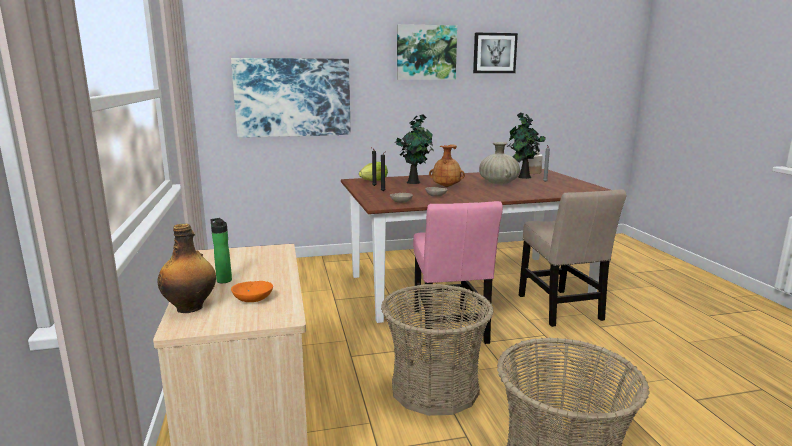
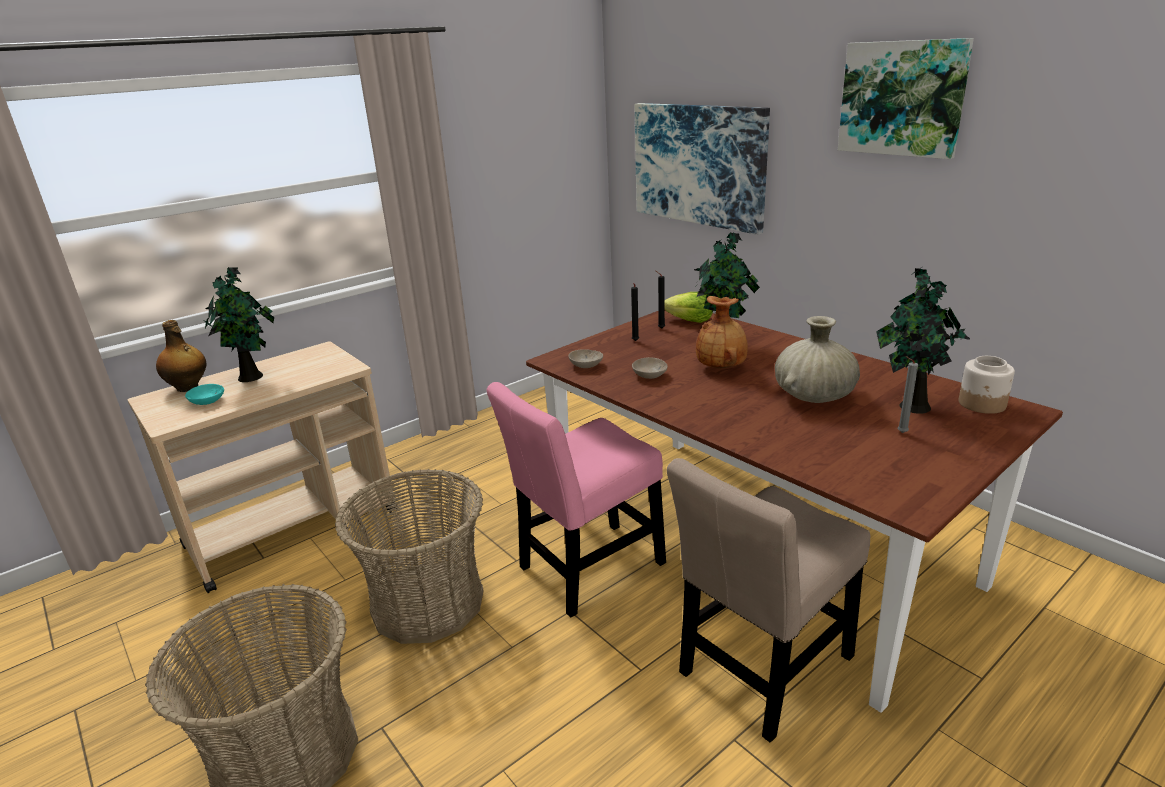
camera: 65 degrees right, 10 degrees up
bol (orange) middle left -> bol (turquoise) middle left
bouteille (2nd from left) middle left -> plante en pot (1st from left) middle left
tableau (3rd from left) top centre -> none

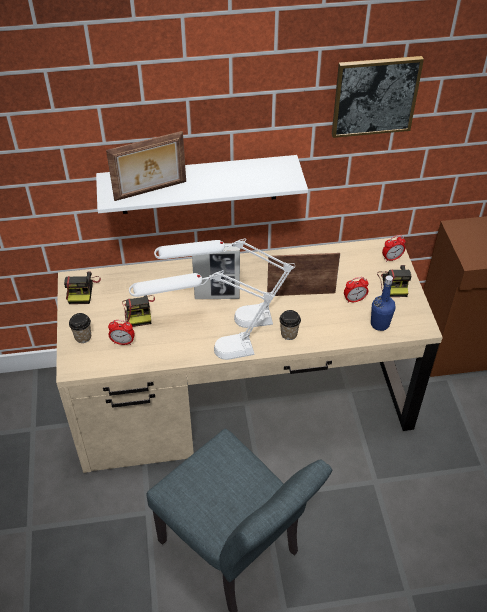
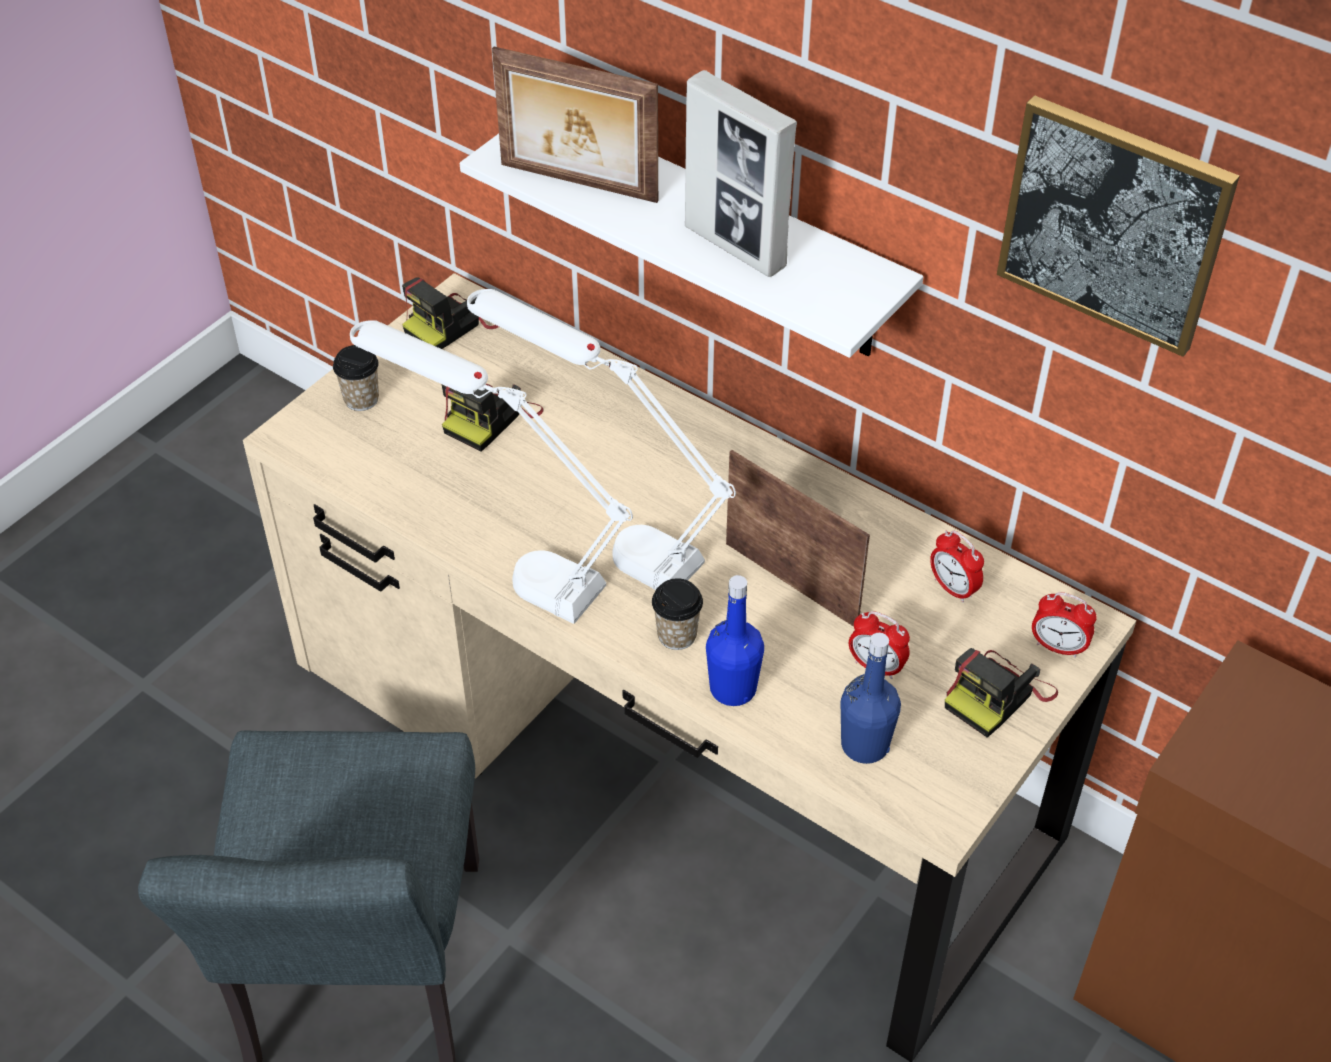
camera: 45 degrees right, 0 degrees up
cadre photo (2nd from left) centre -> cadre photo (2nd from left) top centre, moved
none -> bouteille (bleu) (1st from left) centre
réveil (1st from left in the first image) middle left -> réveil (2nd from left) middle right, moved

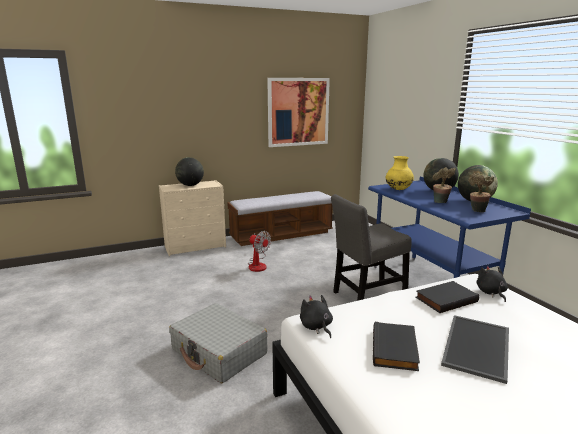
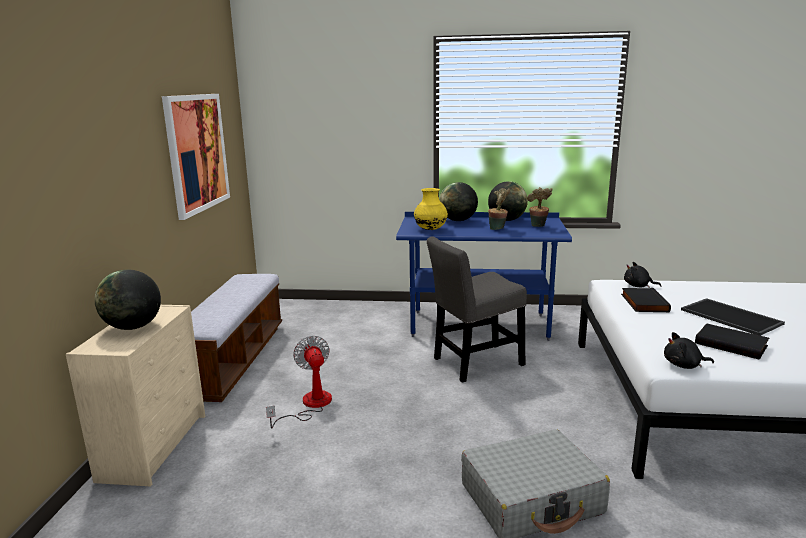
camera: 60 degrees left, 0 degrees up
ventilateur centre -> ventilateur bottom centre, 90 degrees counterclockwise
chaise (gris) centre, 60 degrees clockwise

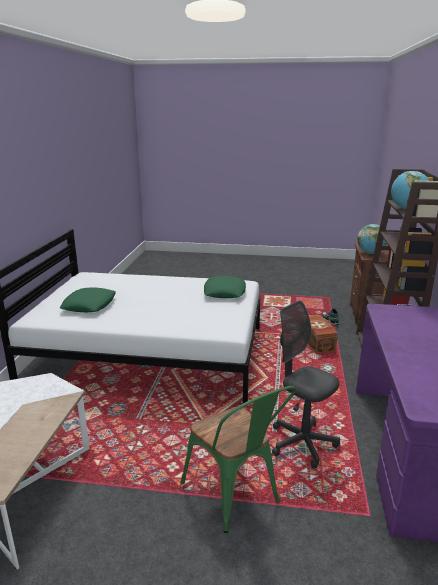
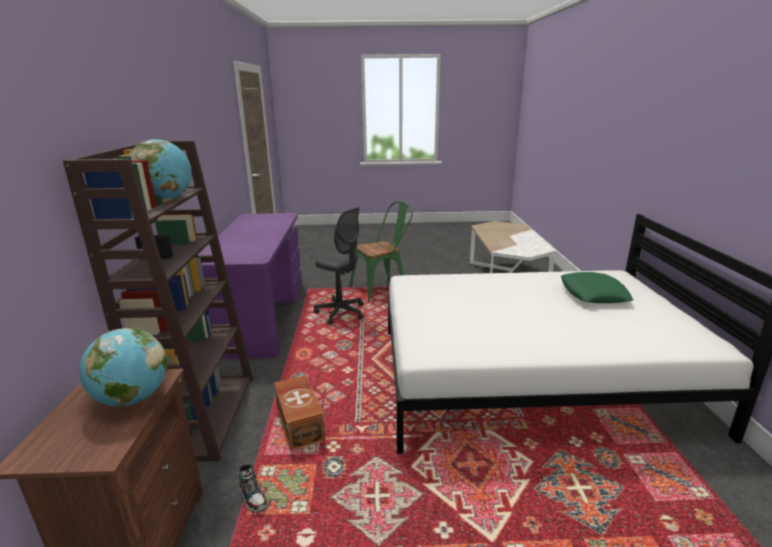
camera: 170 degrees right, 0 degrees up
chaise (vert) bottom centre -> chaise (vert) centre, 105 degrees clockwise
coussin (vert) (2nd from left) centre -> none

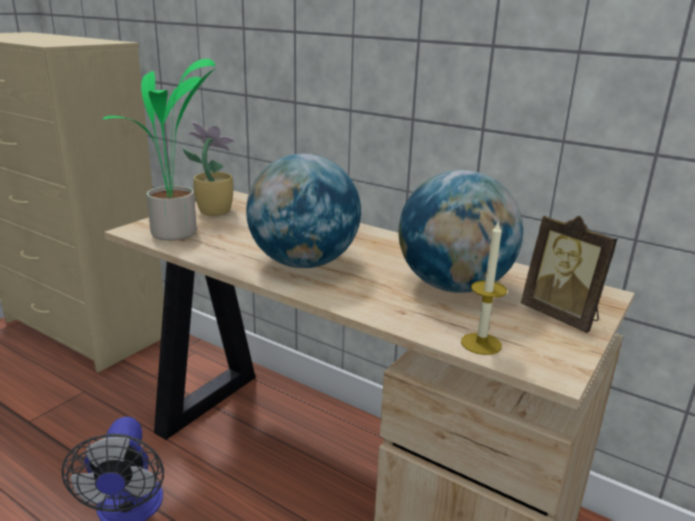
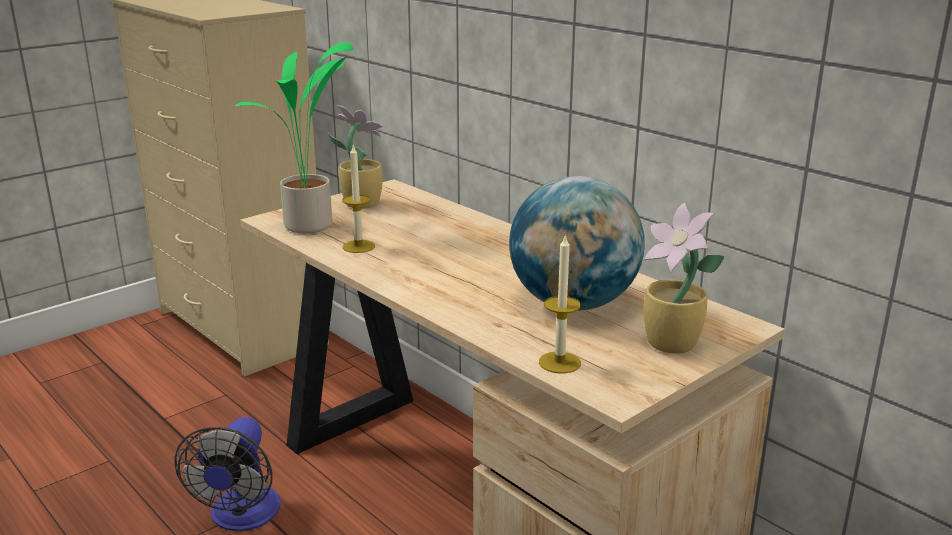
camera: 15 degrees right, 0 degrees up
none -> bougie (1st from left) centre
cadre photo middle right -> plante en pot (3rd from left) middle right
globe (1st from left) centre -> none

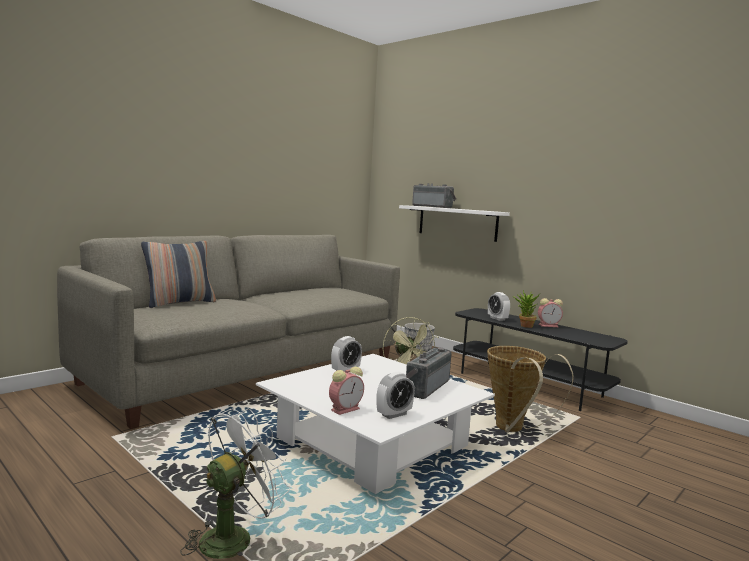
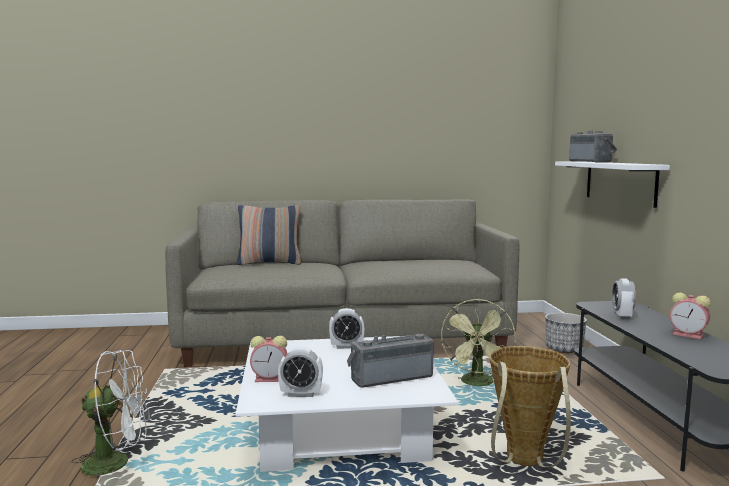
camera: 40 degrees right, 0 degrees up
plante en pot middle right -> none

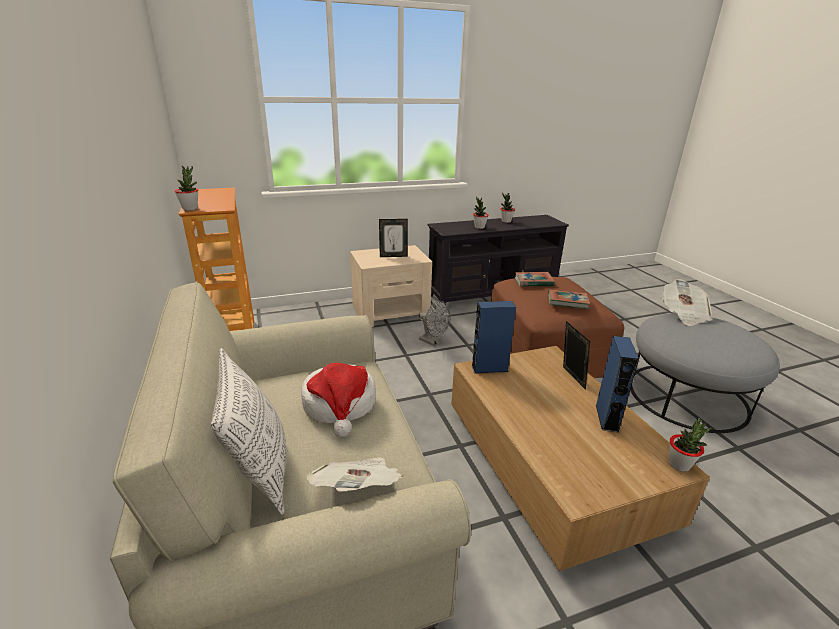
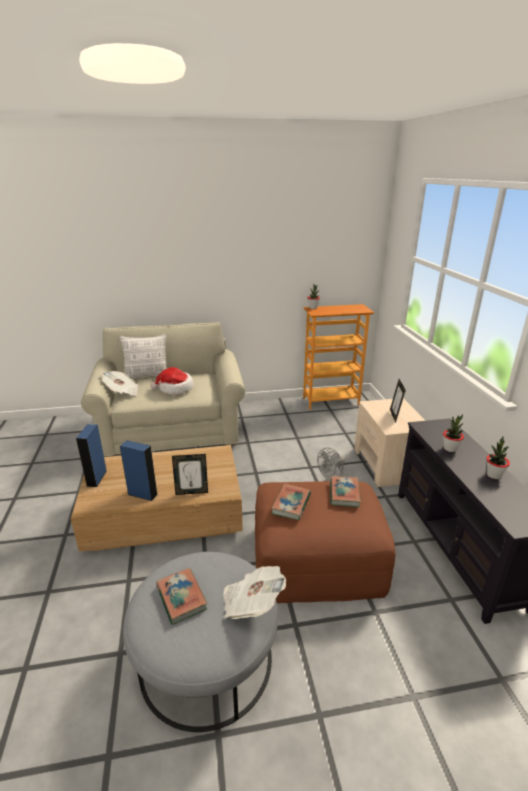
camera: 100 degrees right, 0 degrees up
enceinte (bleu) (1st from left) centre -> enceinte (bleu) (1st from left) middle left, moved
none -> livre (1st from left) bottom centre
plante en pot (4th from left) bottom right -> none

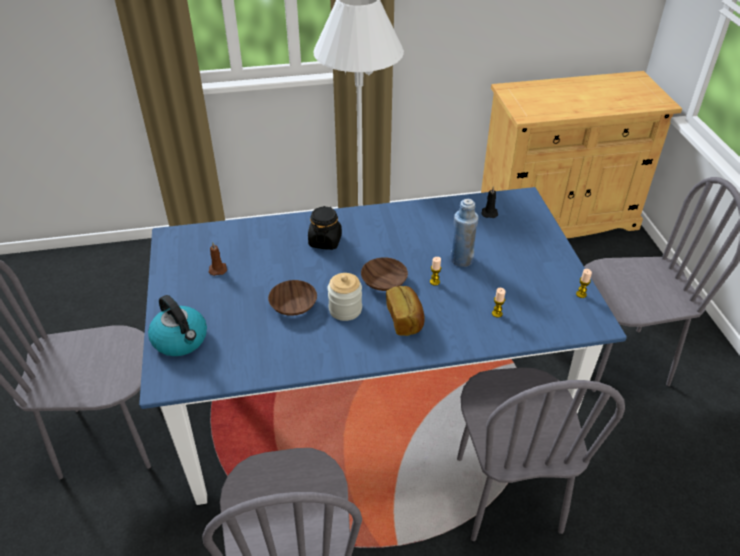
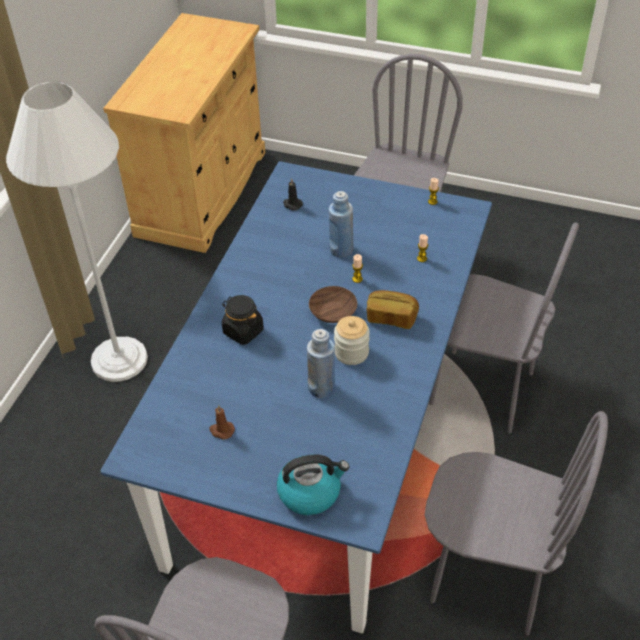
camera: 60 degrees left, 5 degrees up
bol (marron) (1st from left) centre -> bouteille (bleu) (1st from left) centre

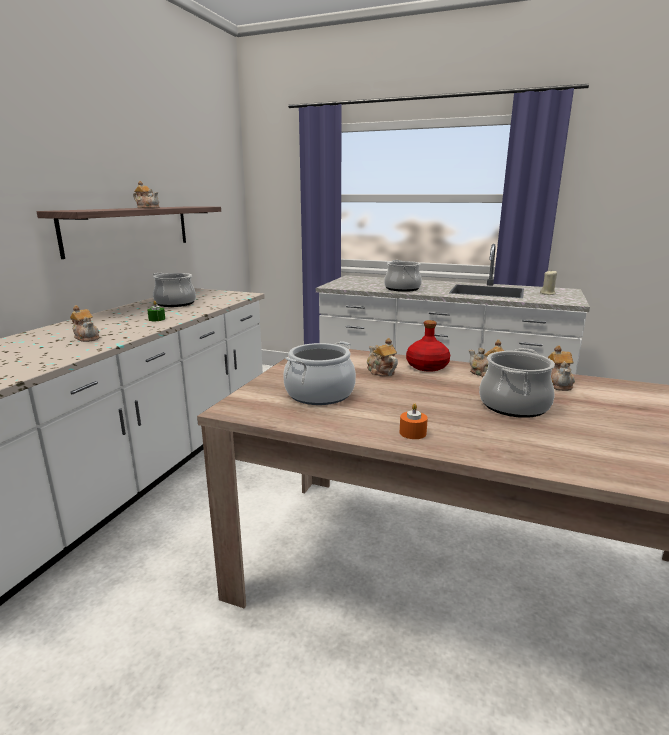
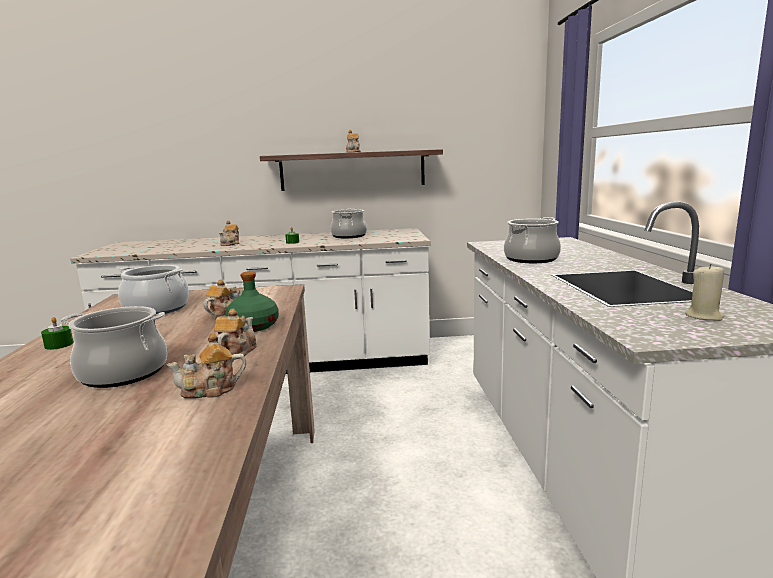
camera: 65 degrees right, 5 degrees down
bougie (orange) centre -> bougie (vert) (1st from left) middle left
bouteille (rouge) centre -> bouteille (vert) middle left

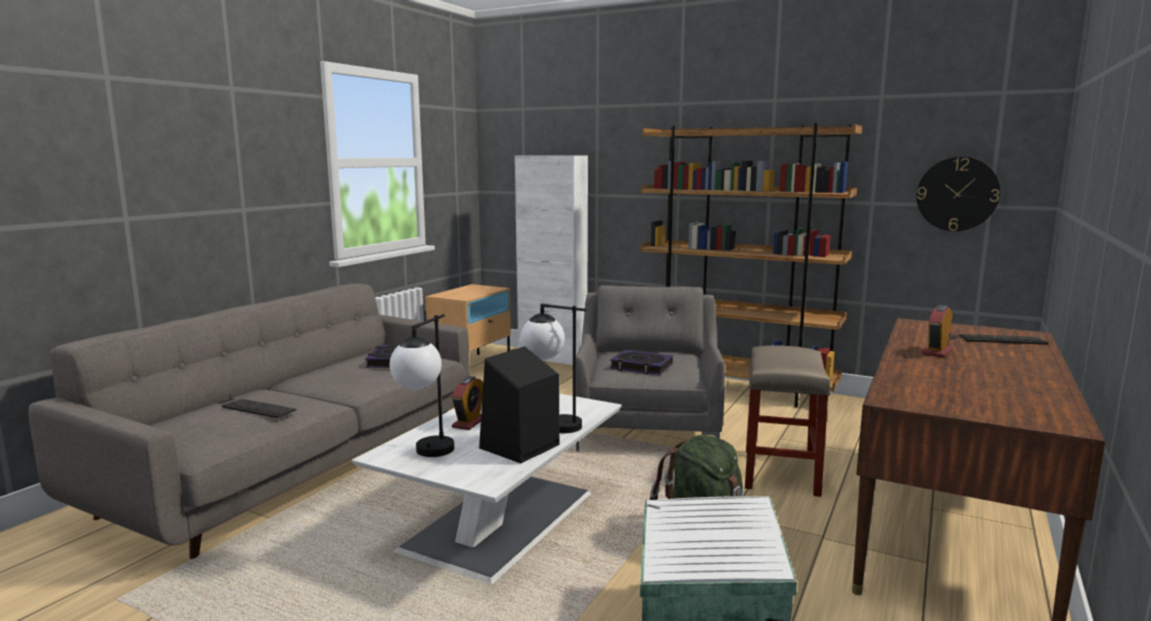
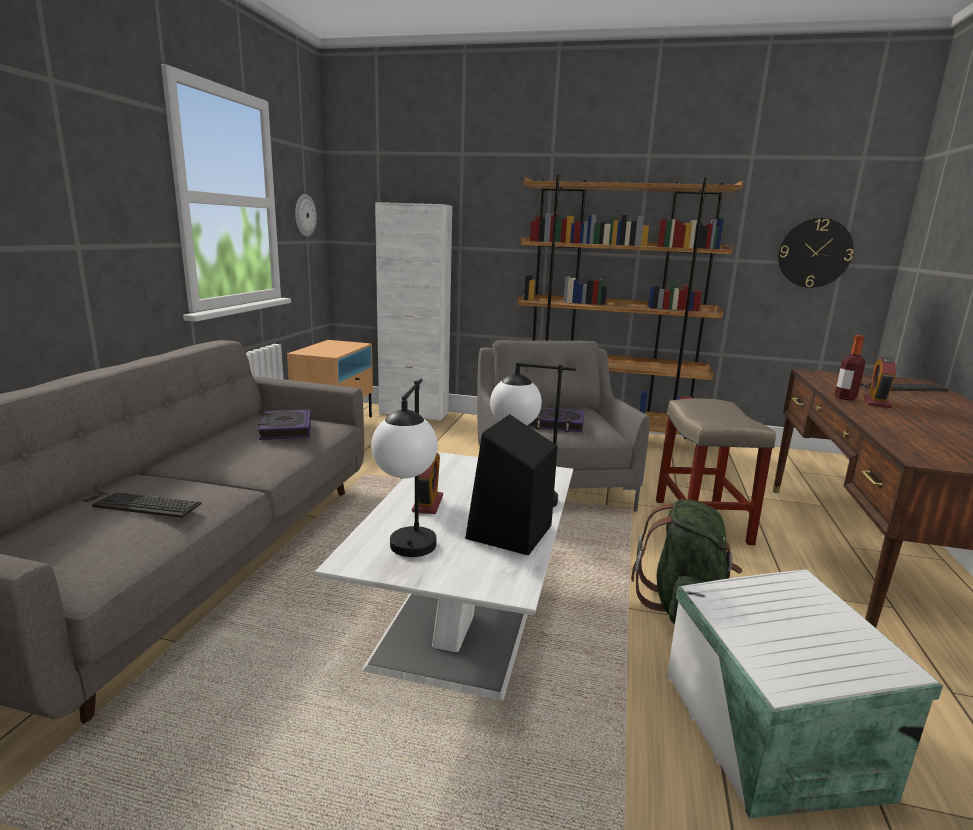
camera: 15 degrees left, 5 degrees up
none -> horloge murale (1st from left) top left
none -> bouteille middle right

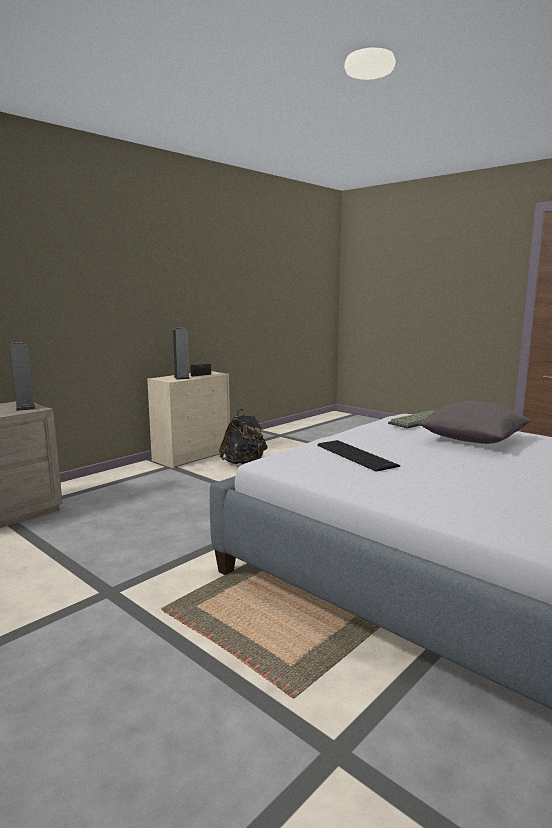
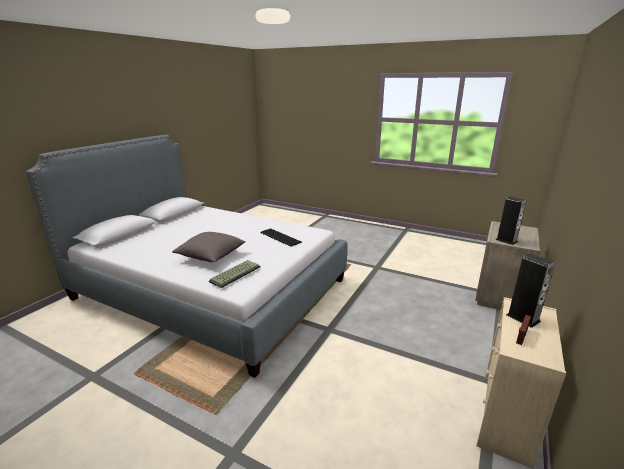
camera: 165 degrees right, 10 degrees up
sac à dos (noir) centre -> none

